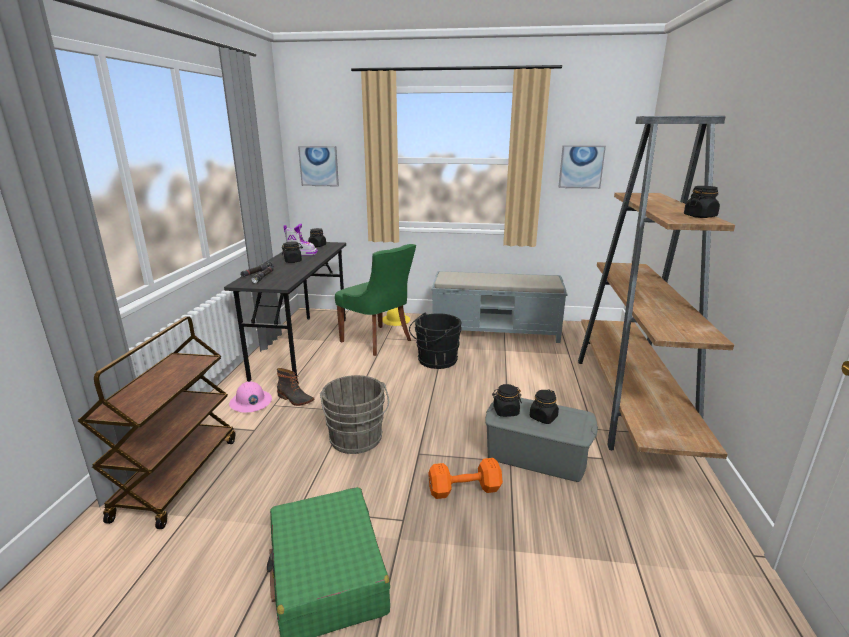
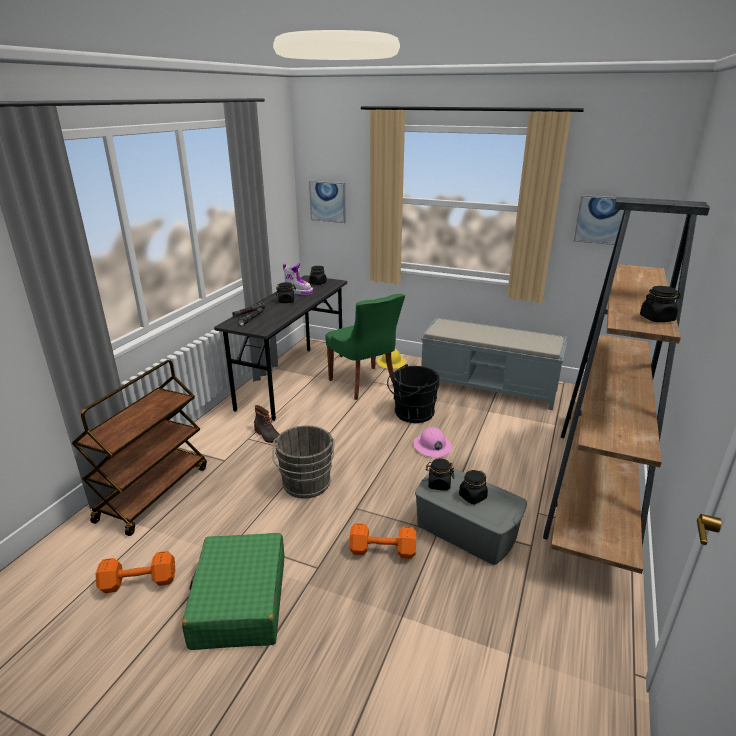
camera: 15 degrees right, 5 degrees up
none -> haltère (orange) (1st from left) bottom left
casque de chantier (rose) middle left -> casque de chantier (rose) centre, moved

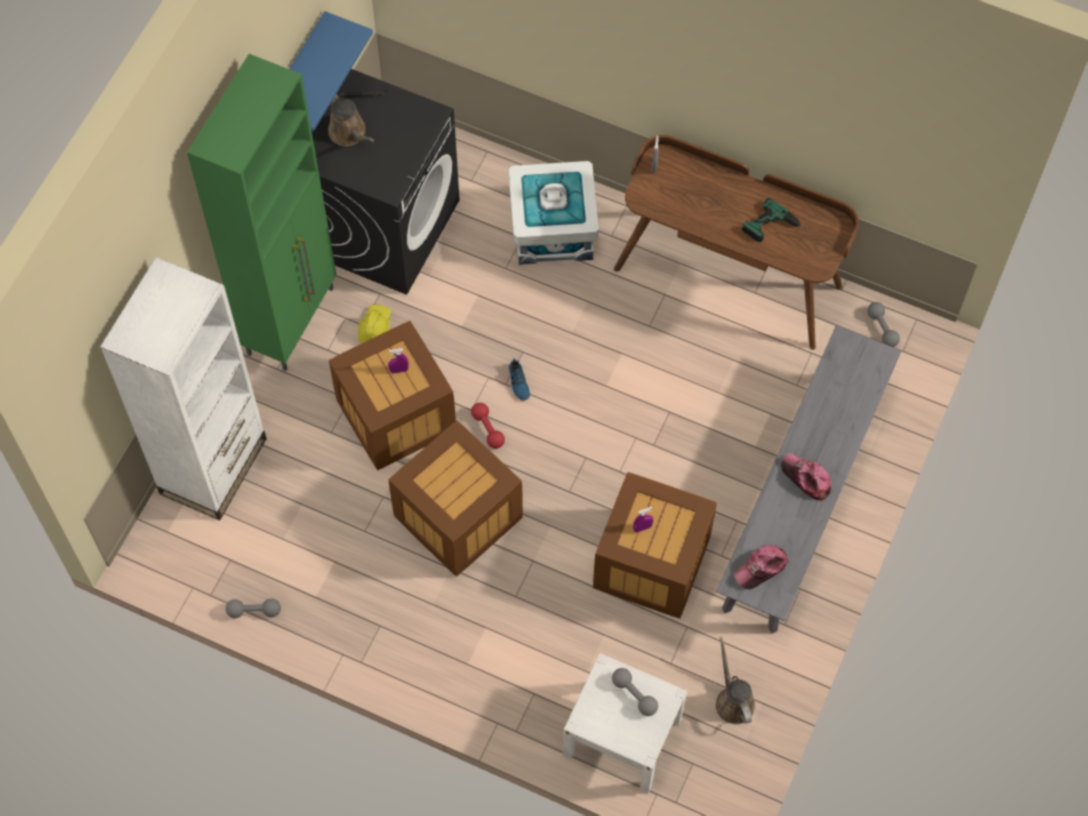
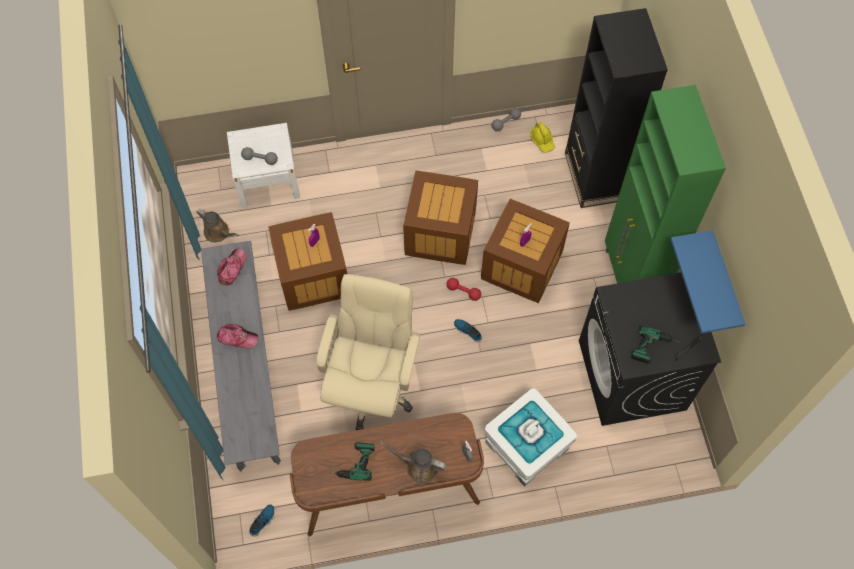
camera: 145 degrees right, 0 degrees up
haltère (gris) (3rd from left) middle right -> chaussure (1st from left) bottom left
none -> chaise de bureau (beige) centre
arrosoir (marron) (1st from left in the first image) top left -> arrosoir (marron) (2nd from left) bottom centre, moved
casque de chantier (jaune) centre -> casque de chantier (jaune) top centre, moved
bibliothèque (blanc) middle left -> bibliothèque (noir) top right
none -> perceuse (2nd from left) middle right

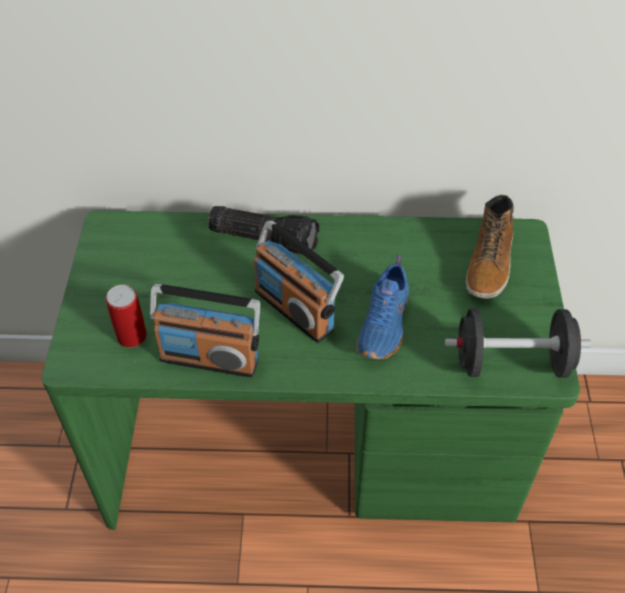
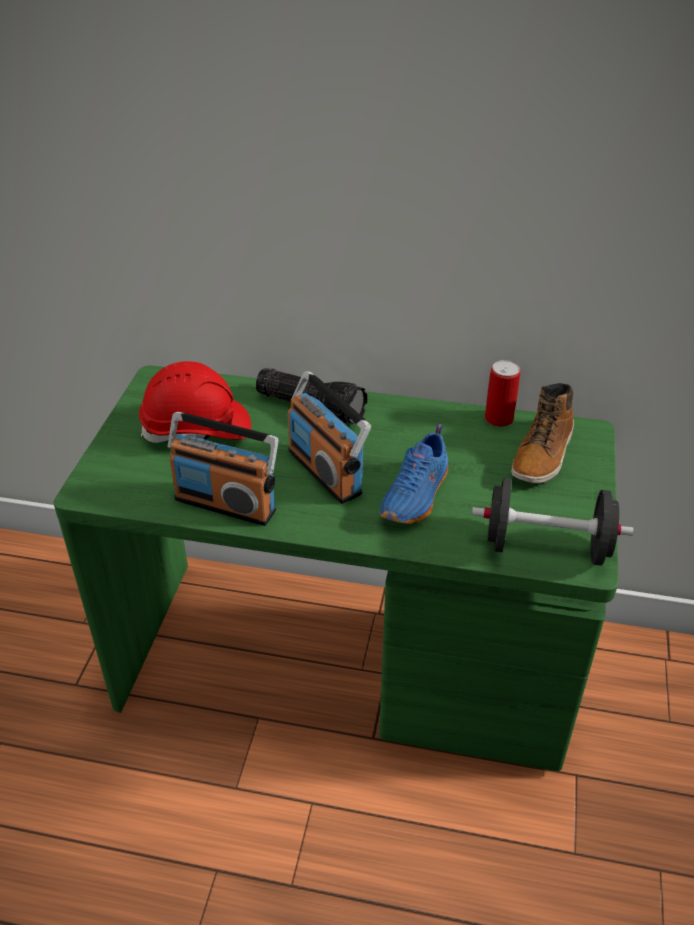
camera: 10 degrees right, 10 degrees down
none -> casque de chantier (rouge) middle left
boîte métallique middle left -> boîte métallique middle right, moved

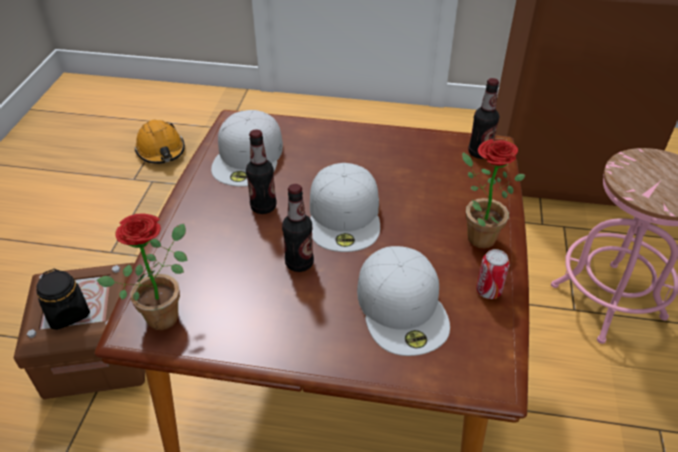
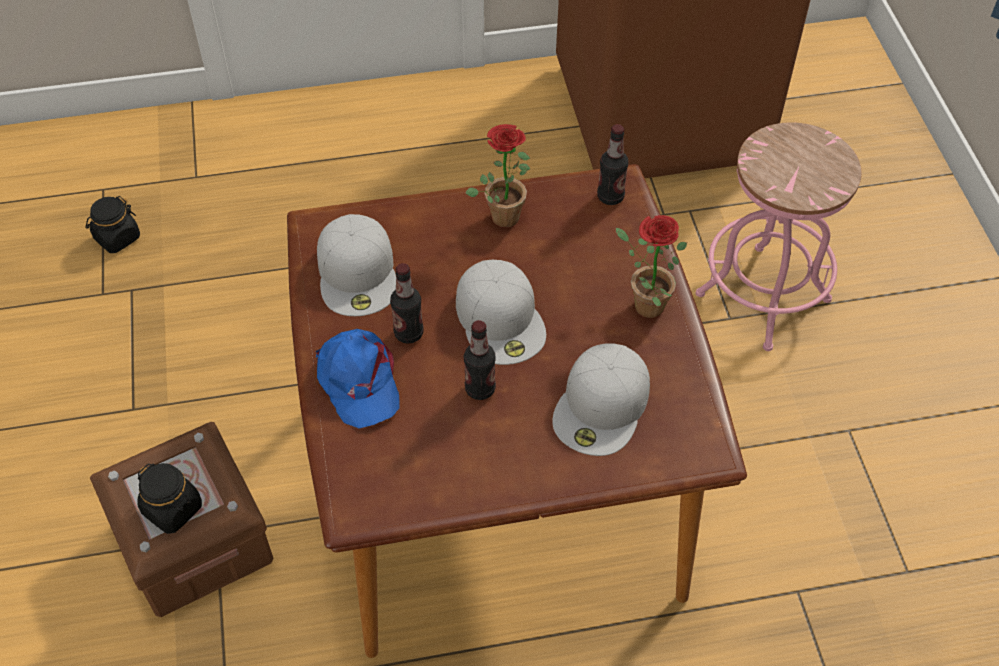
camera: 20 degrees left, 10 degrees up
casque de chantier (orange) top left -> bocal (noir) (1st from left) middle left
none -> casquette (bleu) centre
plante en pot (1st from left) middle left -> plante en pot (1st from left) top centre, moved
casquette (blanc) (3rd from left) centre, 60 degrees clockwise
boîte métallique middle right -> none

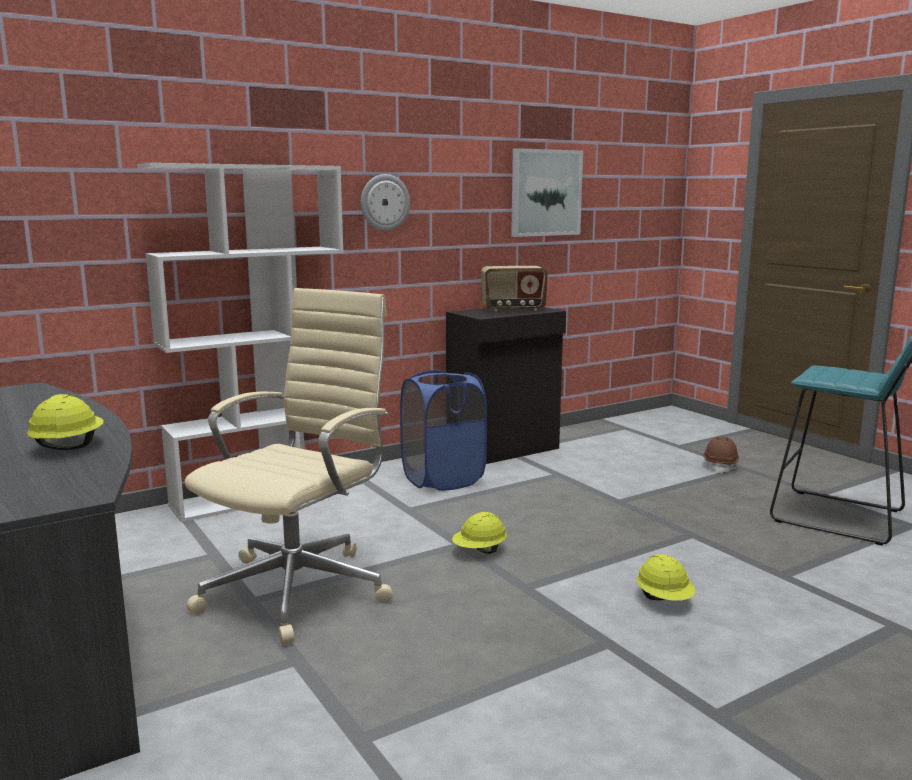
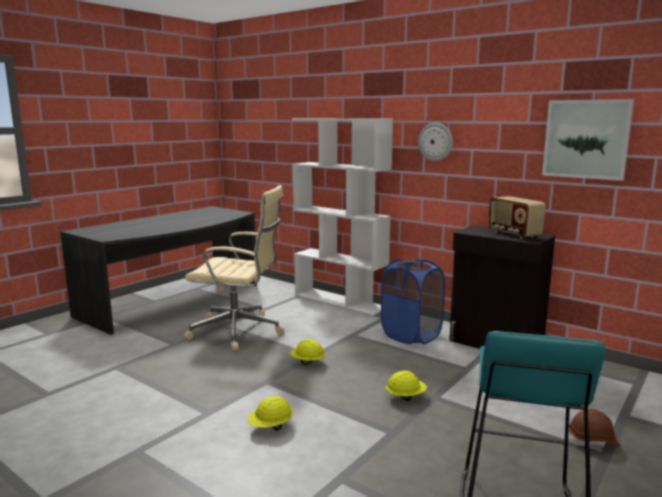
camera: 70 degrees right, 0 degrees up
casque de chantier (jaune) (1st from left in the first image) middle left -> casque de chantier (jaune) (3rd from left) bottom centre, moved

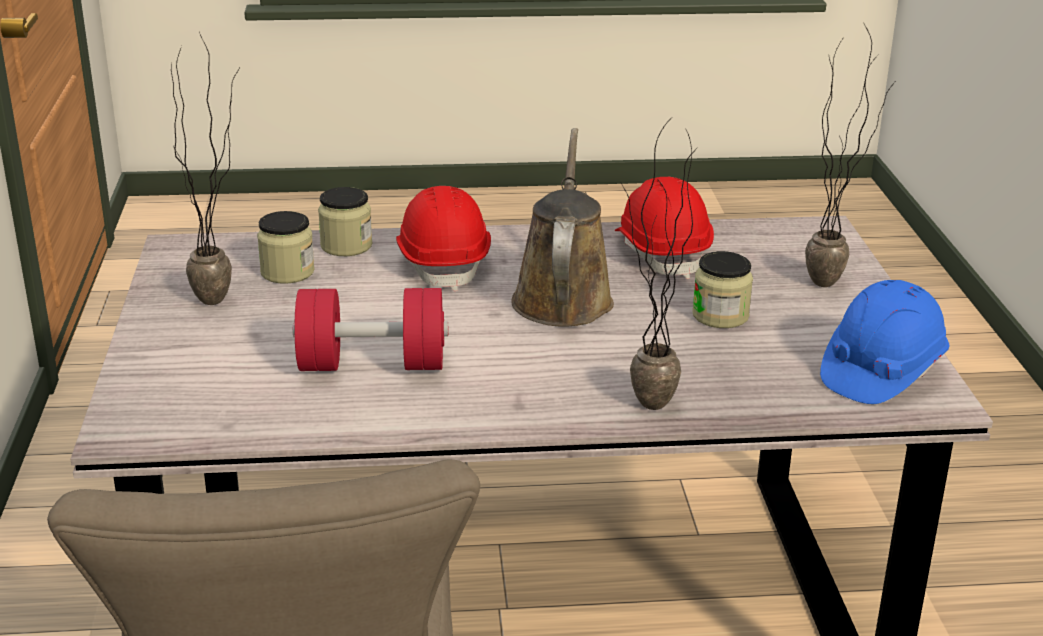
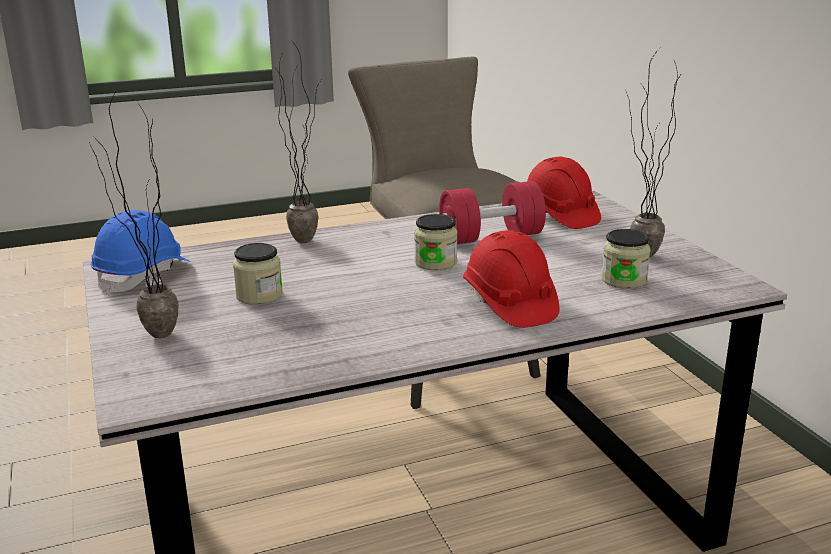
camera: 165 degrees right, 5 degrees down
bocal (2nd from left) middle left -> bocal (2nd from left) centre, moved
casque de chantier (rouge) (2nd from left) centre -> casque de chantier (rouge) (2nd from left) middle right, moved
arrosoir (marron) centre -> none

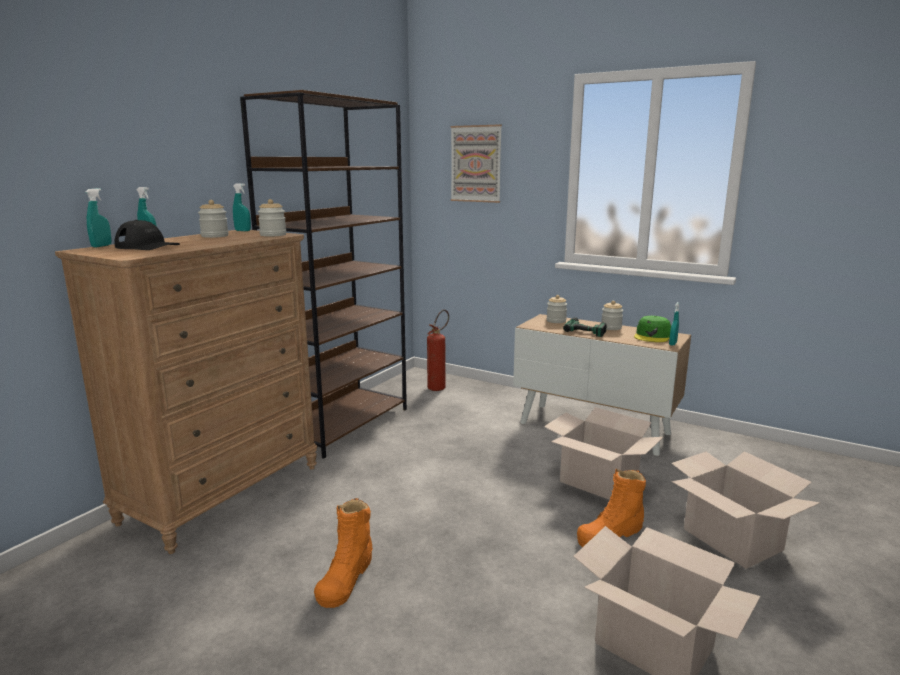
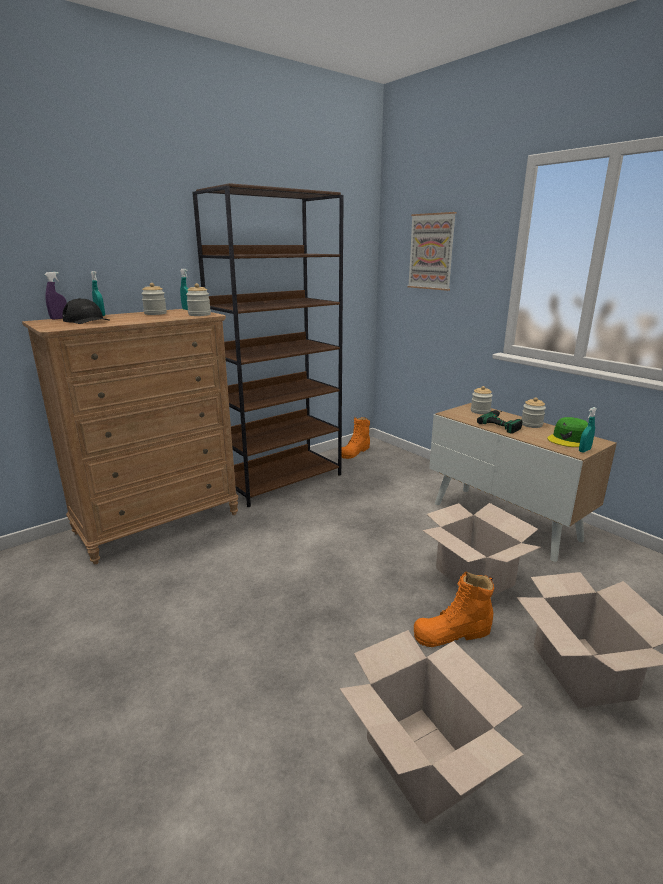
camera: 20 degrees right, 5 degrees up
vaporisateur (turquoise) (1st from left) top left -> vaporisateur (violet) middle left
botte (orange) (1st from left) bottom centre -> botte (orange) (1st from left) centre, moved
extincteur centre -> none

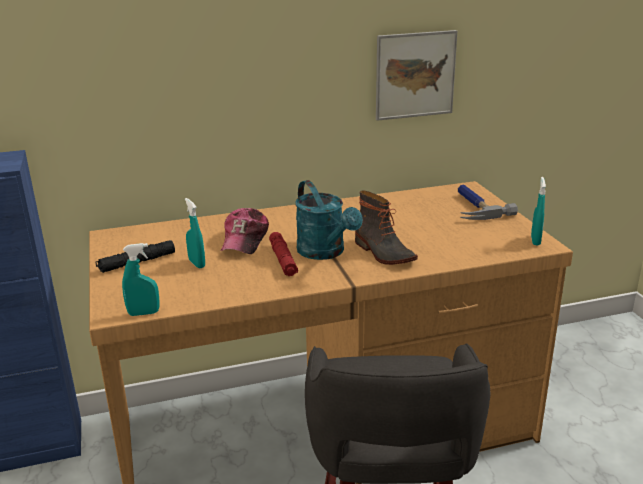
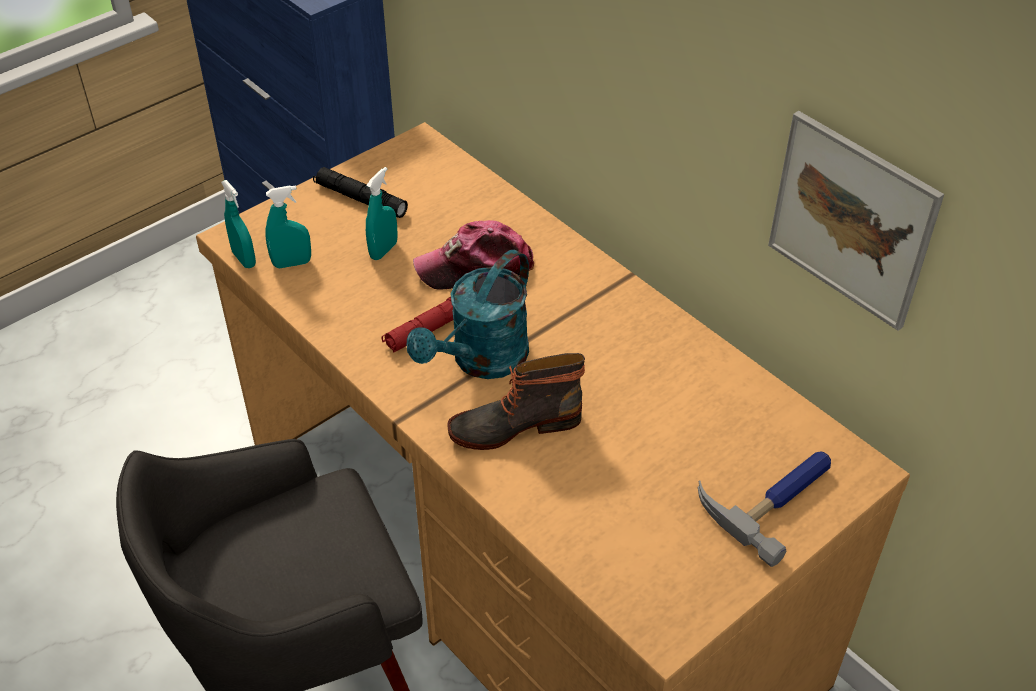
camera: 65 degrees right, 20 degrees up
vaporisateur (turquoise) (3rd from left in the first image) middle right -> vaporisateur (turquoise) (2nd from left) top left, moved
botte centre, 45 degrees clockwise

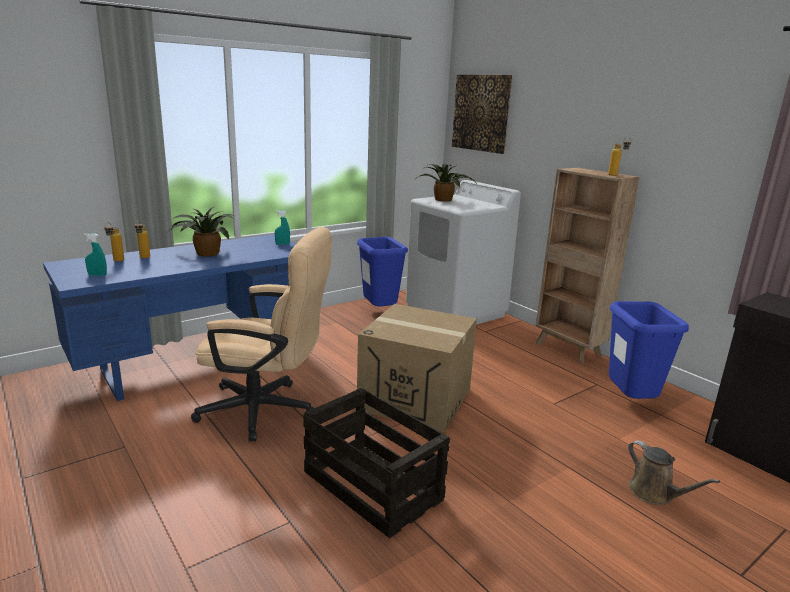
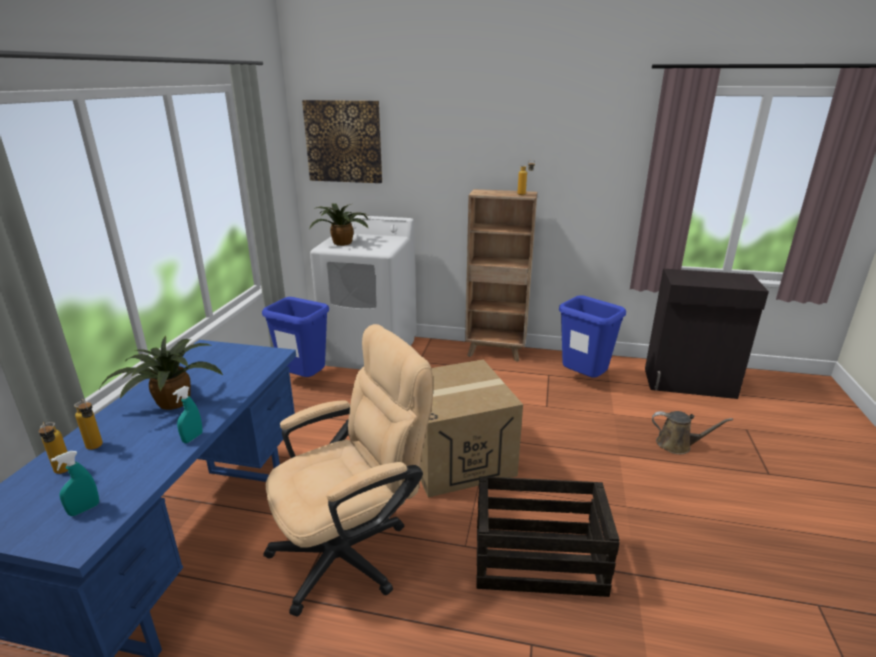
camera: 40 degrees left, 5 degrees up
vaporisateur (turquoise) (2nd from left) centre -> vaporisateur (turquoise) (2nd from left) middle left, moved

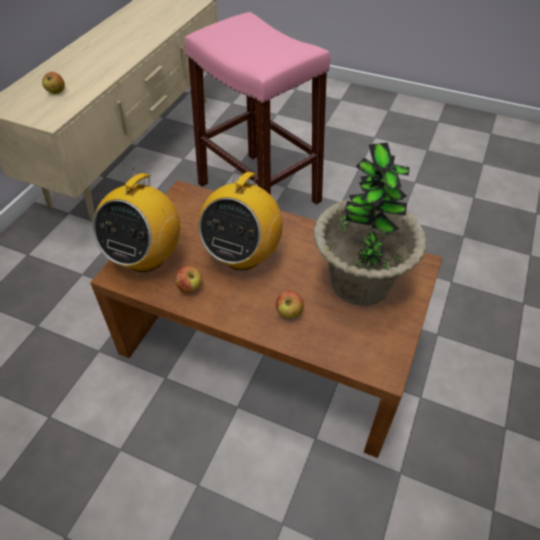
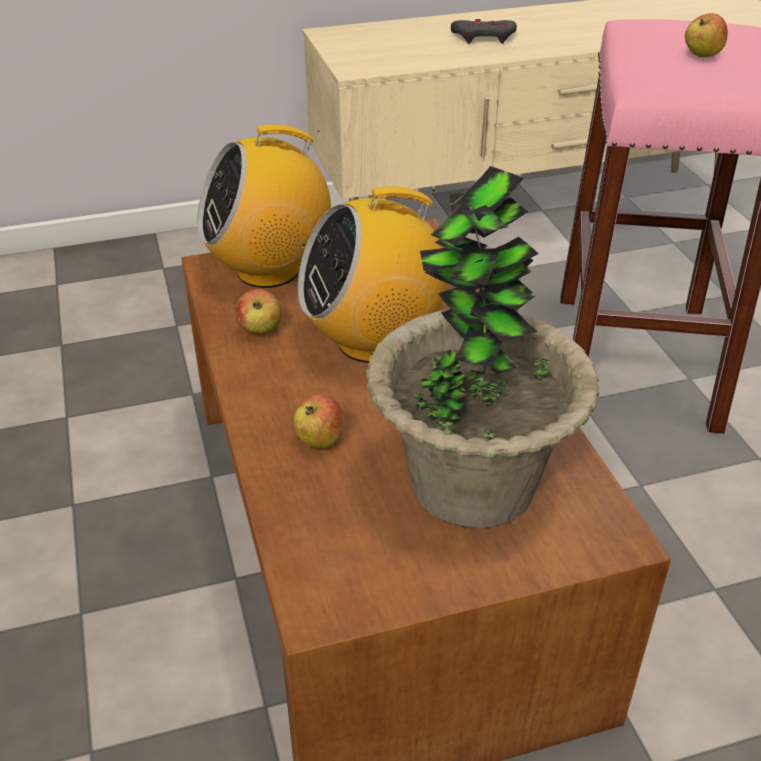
camera: 50 degrees right, 10 degrees down
none -> manette (gris) top centre
pomme (1st from left in the first image) top left -> pomme (3rd from left) top right, moved

